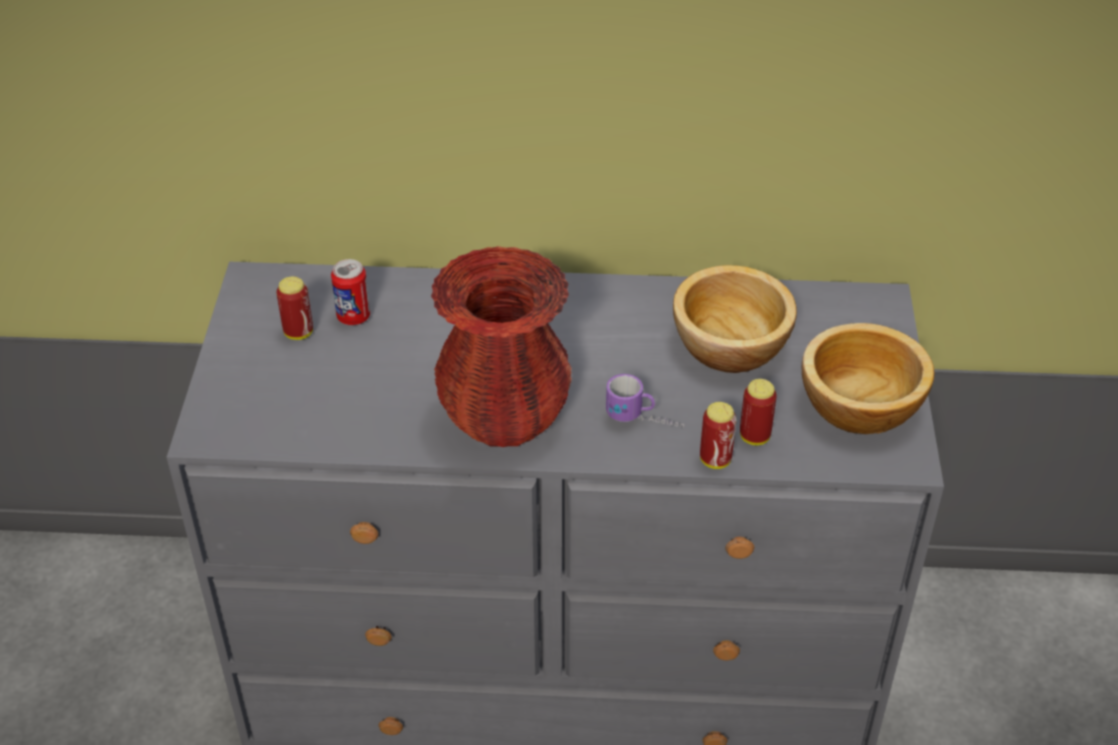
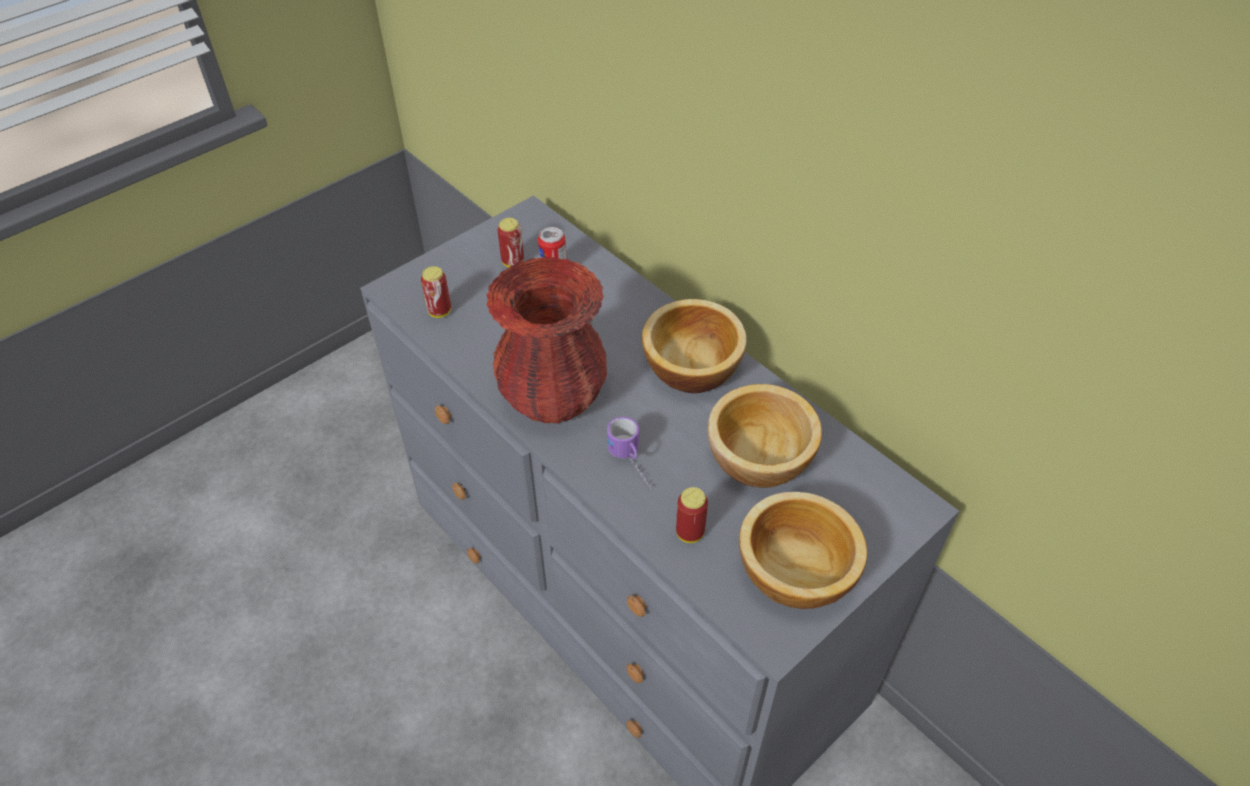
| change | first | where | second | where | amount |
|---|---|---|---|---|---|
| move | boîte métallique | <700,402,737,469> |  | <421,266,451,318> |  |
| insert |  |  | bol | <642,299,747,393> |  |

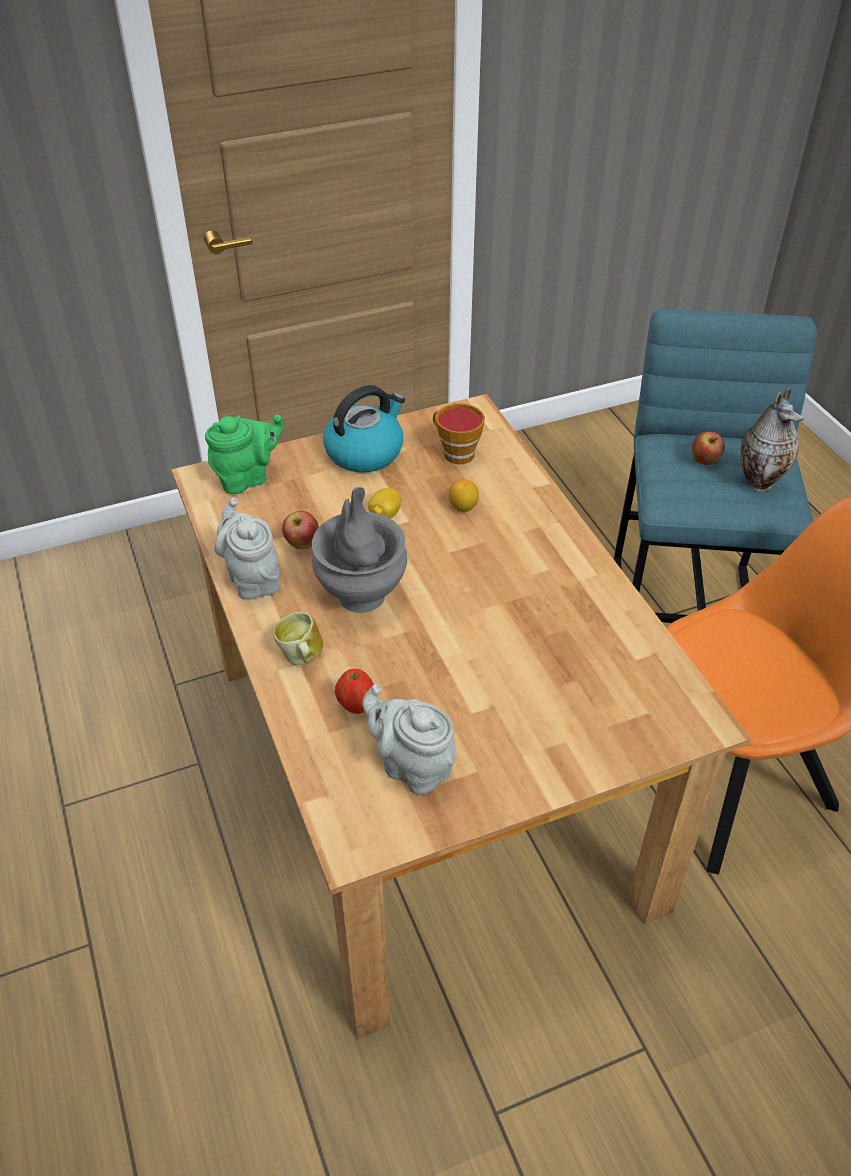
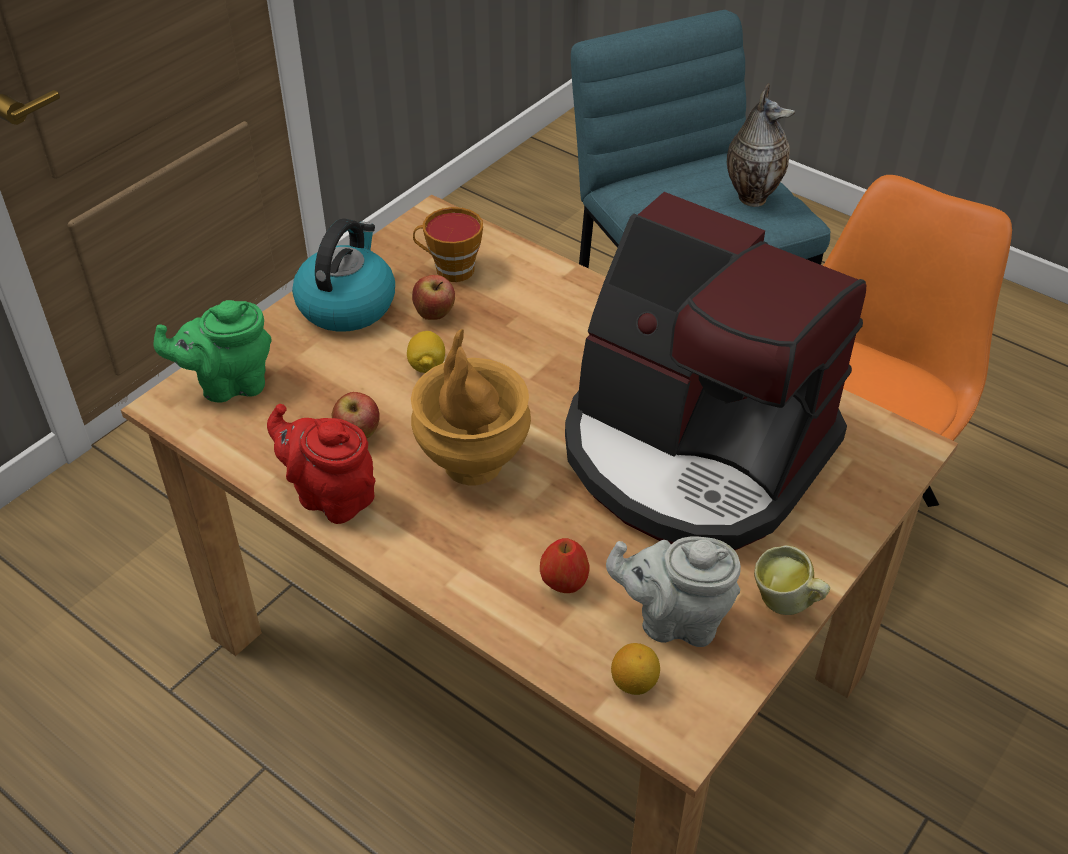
| change | first | where | second | where | amount |
|---|---|---|---|---|---|
| rotate | théière/vert | <205,415,284,494> |  | <154,300,271,403> | 135 degrees counterclockwise |
| recolor | théière/gris | <214,498,280,600> | théière/rouge | <267,404,376,524> |  |
| recolor | vase/gris | <312,487,407,613> | vase/marron | <411,329,531,485> |  |
| move | pomme | <692,432,725,465> |  | <412,275,455,320> |  |
| insert |  |  | machine à café | <565,192,866,550> |  |
| move | citron | <448,479,479,512> |  | <611,643,660,695> |  |
| move | mug | <273,612,323,665> |  | <754,545,830,615> |  |

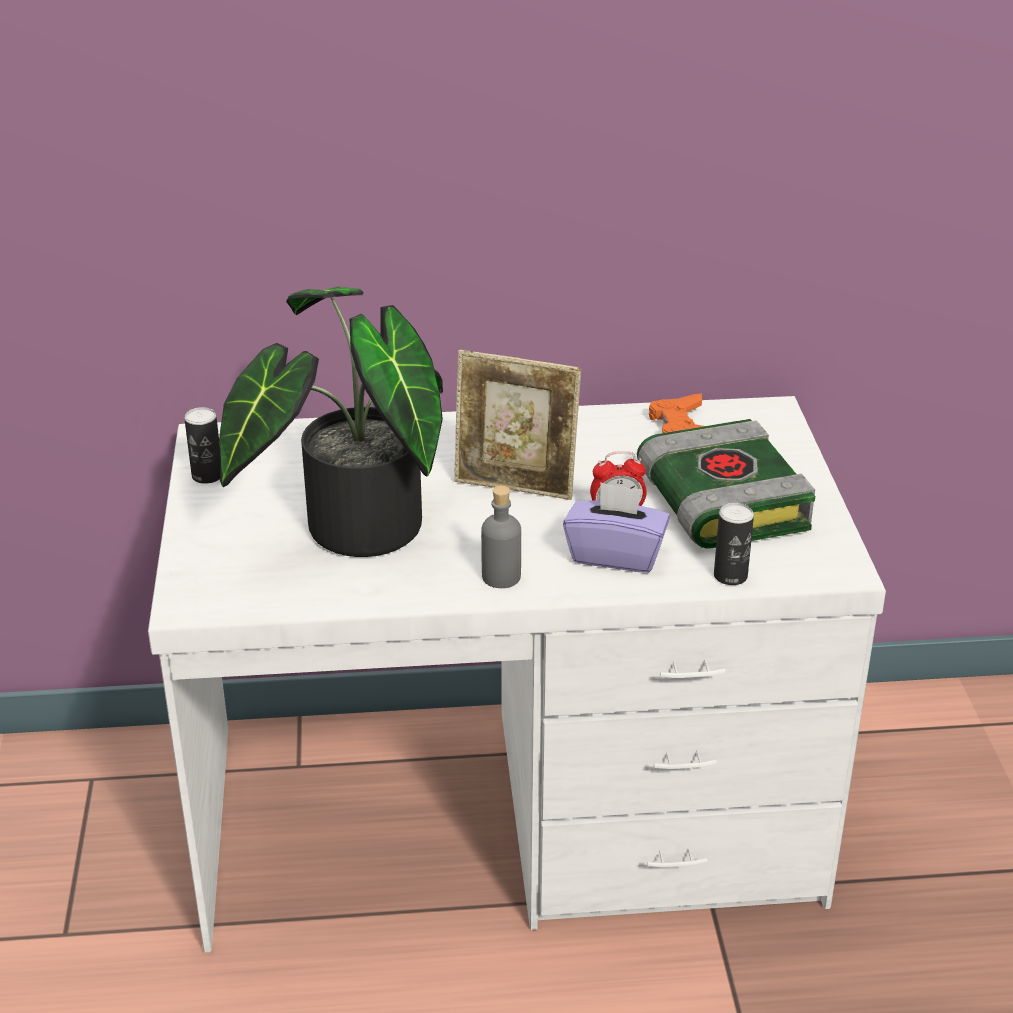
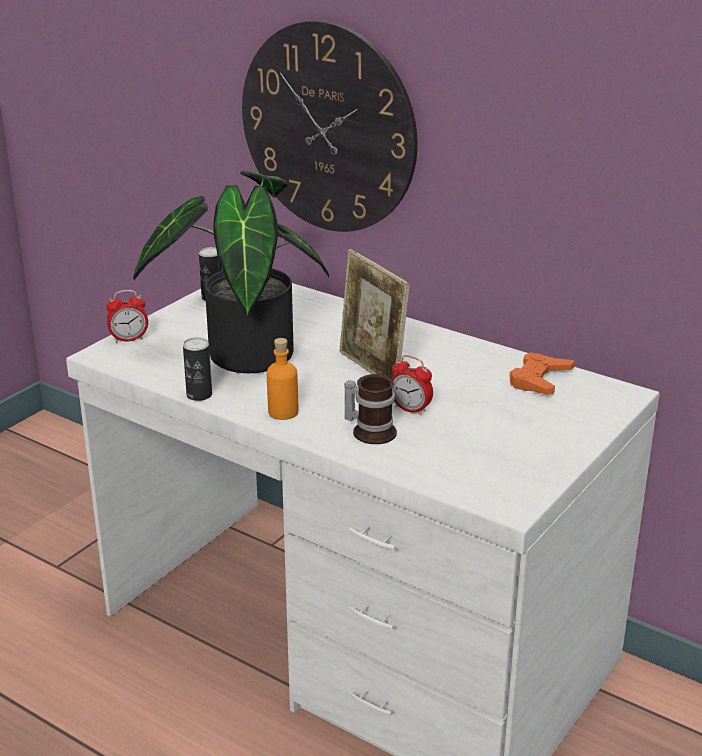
| change | first | where | second | where | amount |
|---|---|---|---|---|---|
| insert |  |  | réveil | <106,290,148,343> |  |
| move | boîte métallique | <714,503,754,585> |  | <183,337,212,401> |  |
| insert |  |  | horloge murale | <242,20,417,232> |  |
| recolor | bouteille/gris | <481,486,521,588> | bouteille/orange | <267,338,298,420> |  |
| replace | boîte à mouchoirs/violet | <563,482,670,573> | mug | <344,374,397,444> |  |
| delete | livre | <637,419,815,549> |  |  |  |

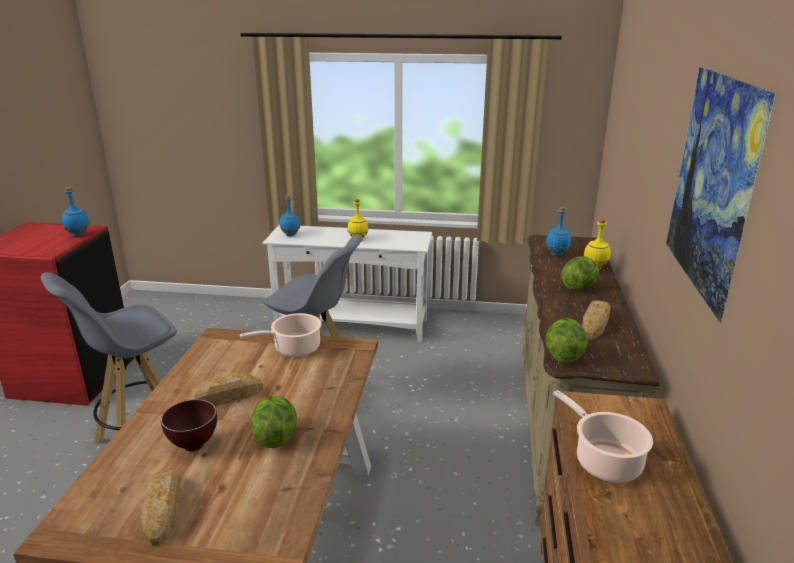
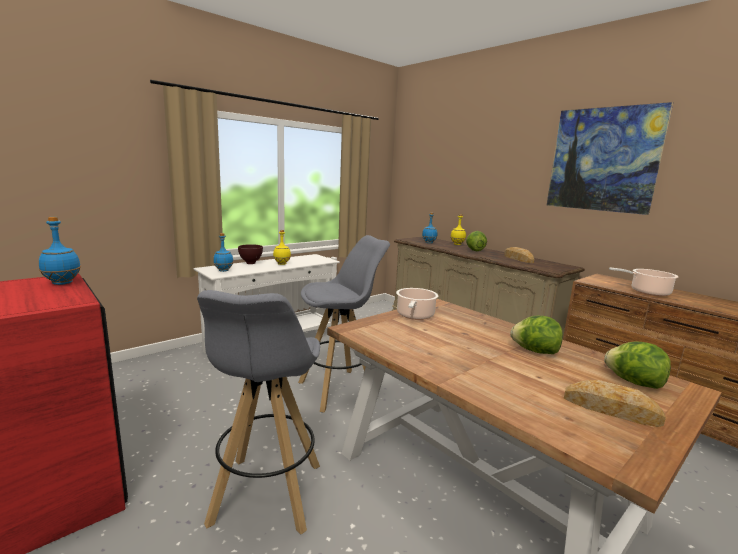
| change | first | where | second | where | amount |
|---|---|---|---|---|---|
| move | bol/marron | <161,399,217,451> |  | <238,244,263,264> |  |
| move | laitue | <545,318,588,364> |  | <604,341,671,389> |  |
| delete | pain | <188,373,263,406> |  |  |  |

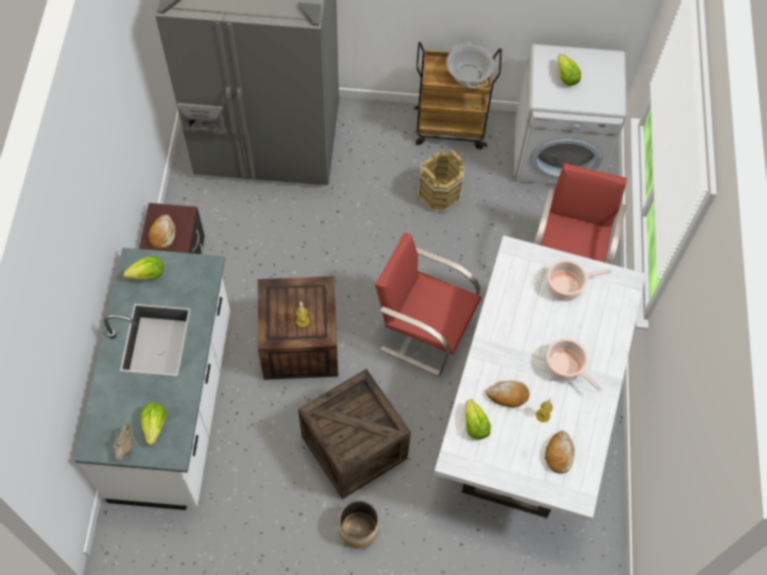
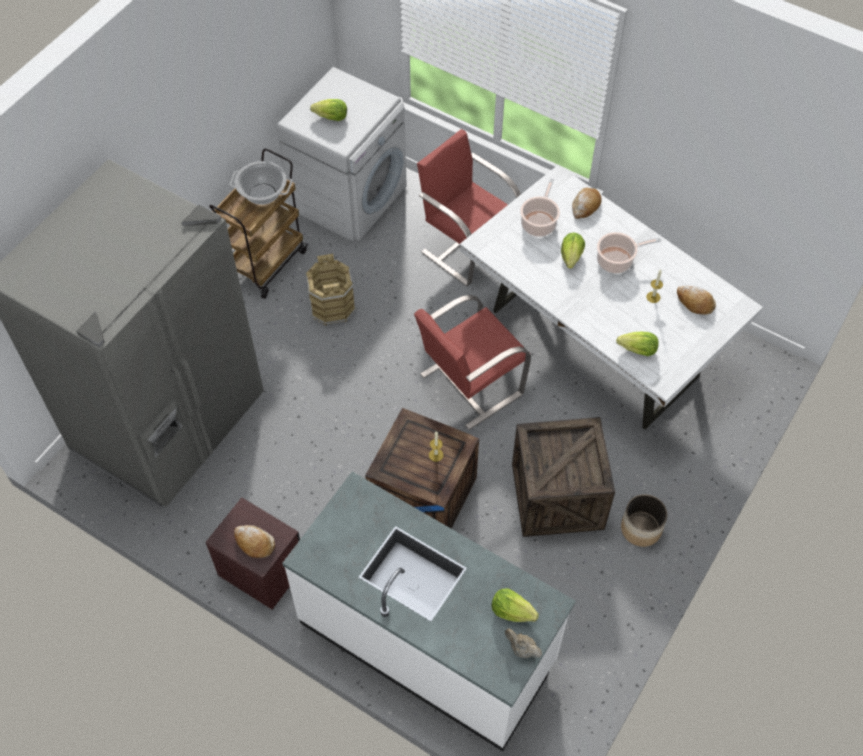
| change | first | where | second | where | amount |
|---|---|---|---|---|---|
| move | laitue | <123,256,164,280> |  | <561,233,585,269> |  |
| move | pain | <486,381,529,408> |  | <572,188,602,219> |  |

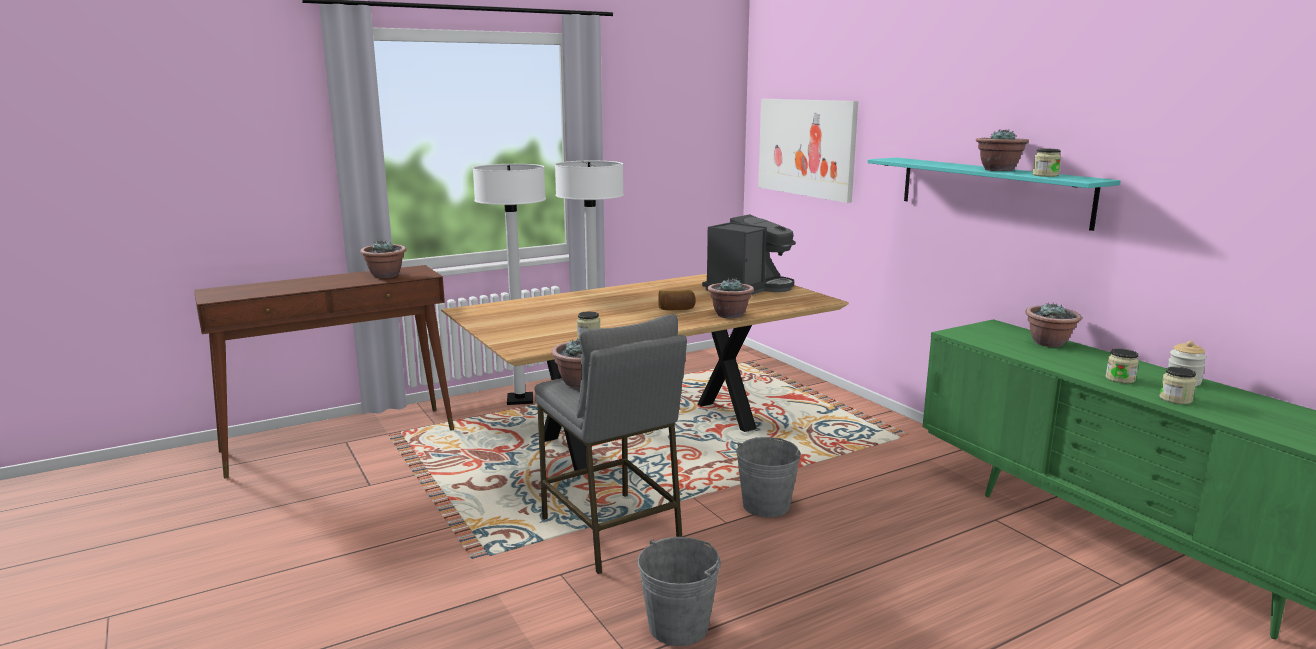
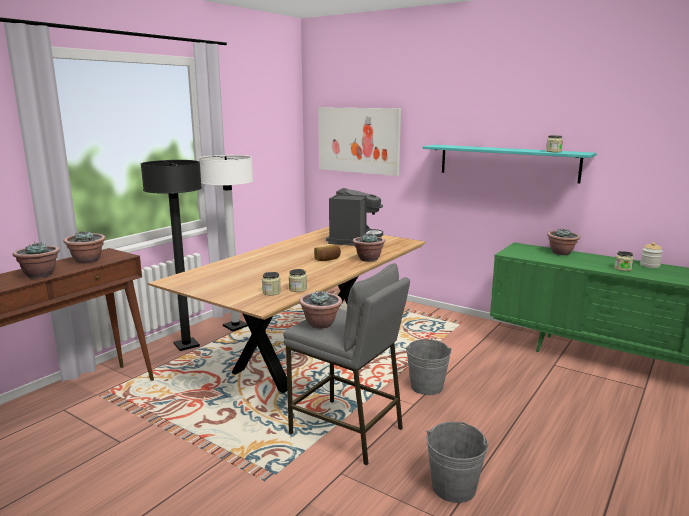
| change | first | where | second | where | amount |
|---|---|---|---|---|---|
| move | plante en pot | <976,129,1029,171> |  | <12,242,60,278> |  |
| recolor | lampadaire/blanc | <473,164,546,405> | lampadaire/noir | <141,160,202,351> |  |
| move | bocal | <1160,367,1197,404> |  | <262,272,281,296> |  |

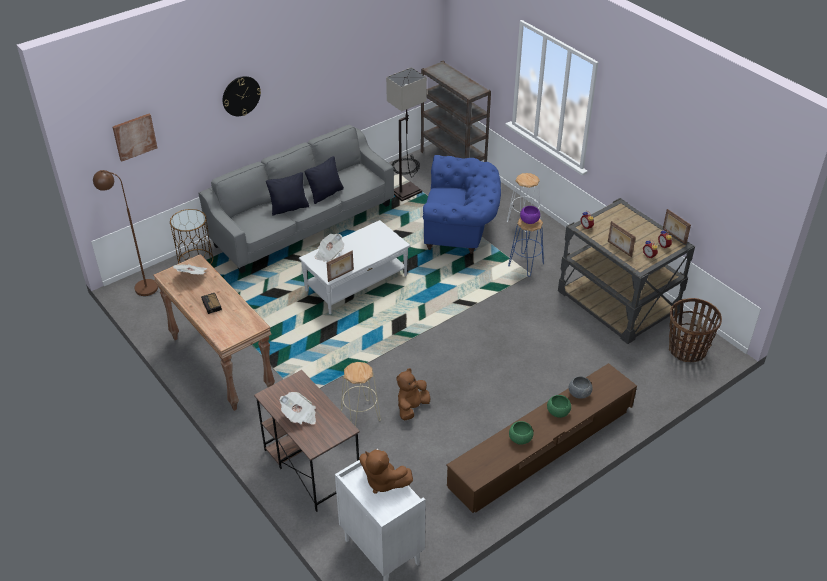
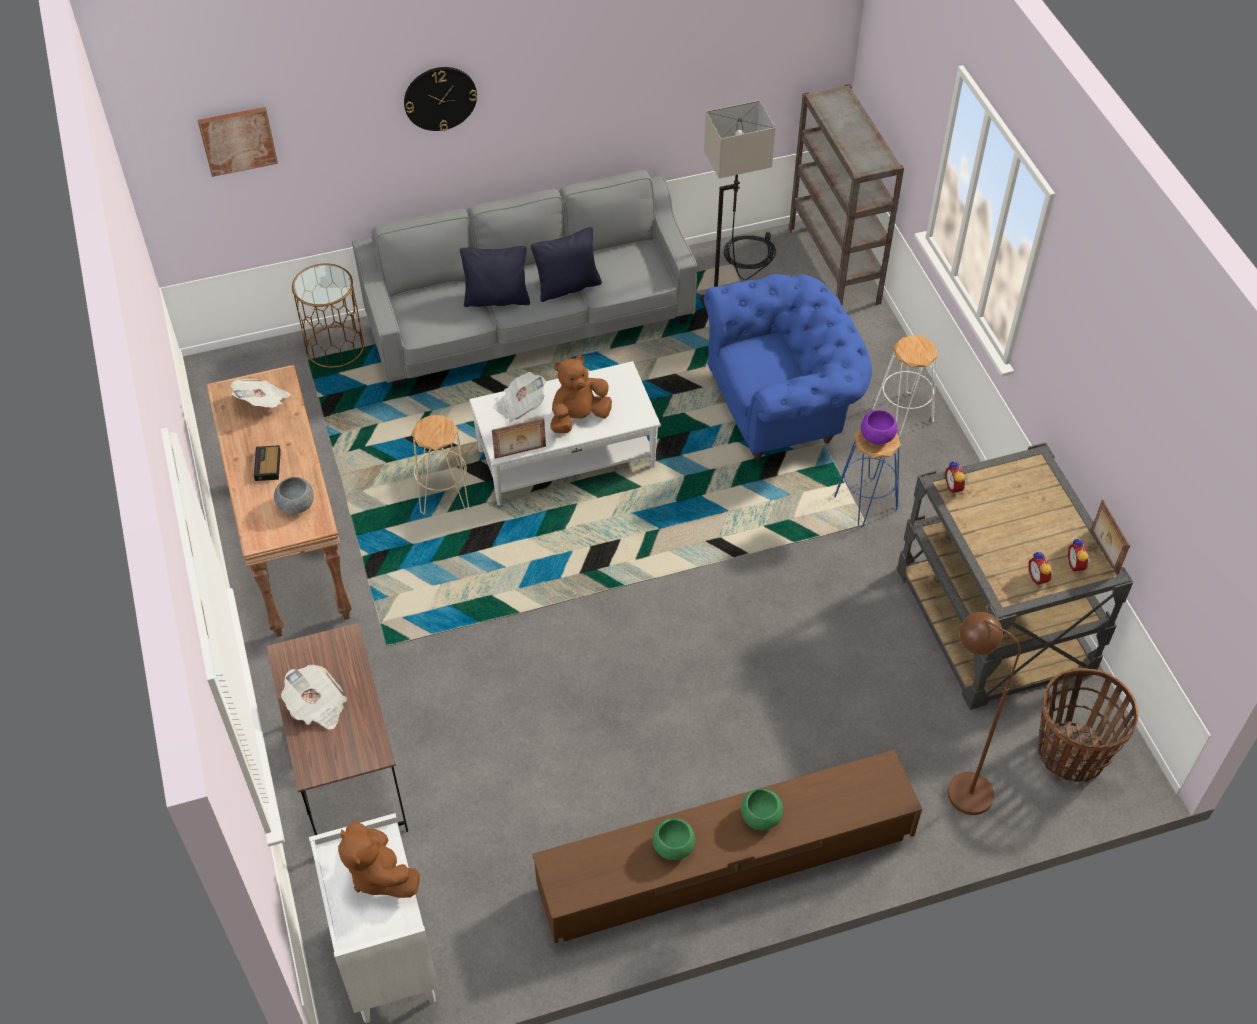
| change | first | where | second | where | amount |
|---|---|---|---|---|---|
| move | bol/gris | <569,376,592,398> |  | <274,477,314,514> |  |
| move | tabouret/beige | <341,362,381,427> |  | <411,415,469,514> |  |
| move | peluche/marron | <396,368,430,420> |  | <551,355,612,433> |  |
| rotate | fauteuil/bleu | <423,155,501,254> |  | <704,274,872,460> | 45 degrees counterclockwise |
| move | lampadaire/marron | <93,170,158,296> |  | <948,612,1021,815> |  |
| delete | cadre photo | <608,221,636,257> |  |  |  |

